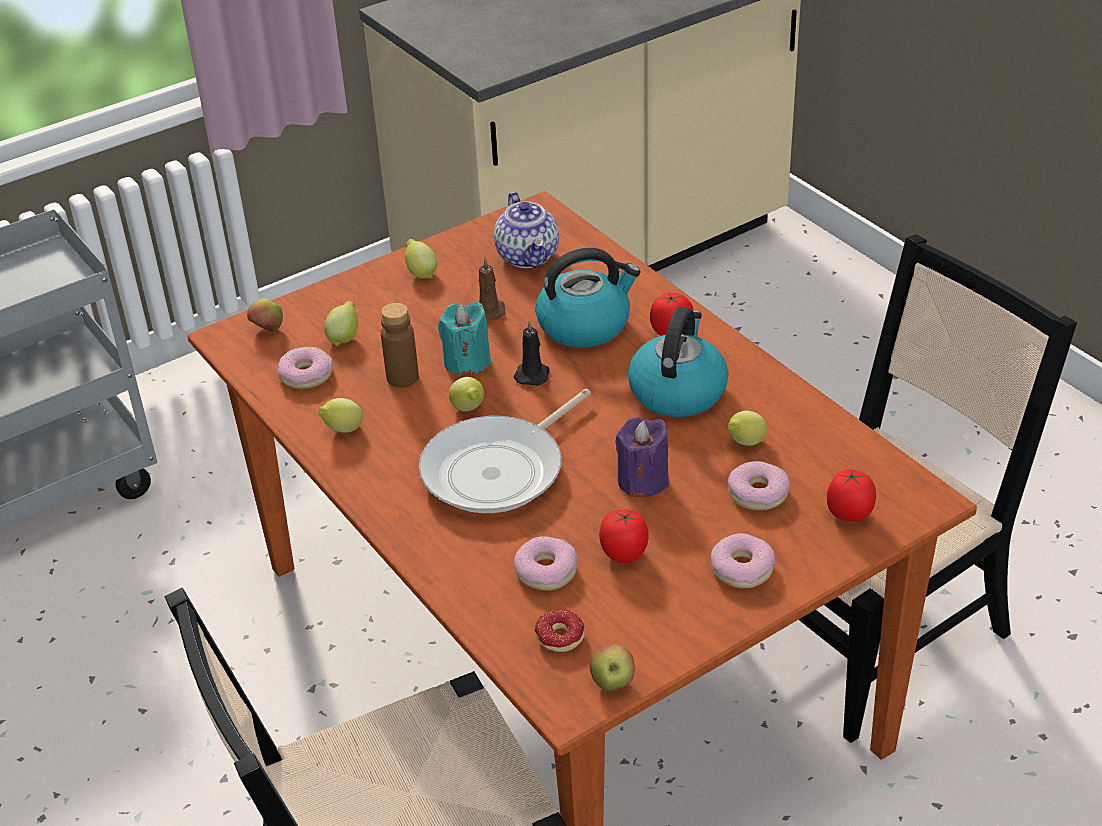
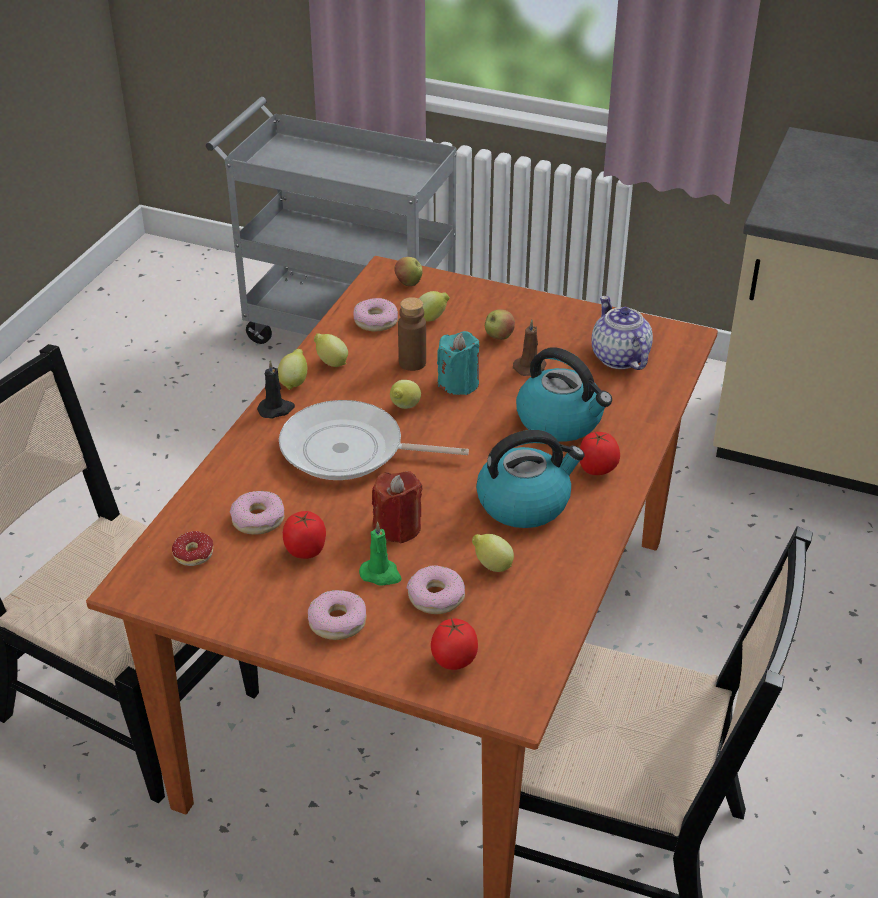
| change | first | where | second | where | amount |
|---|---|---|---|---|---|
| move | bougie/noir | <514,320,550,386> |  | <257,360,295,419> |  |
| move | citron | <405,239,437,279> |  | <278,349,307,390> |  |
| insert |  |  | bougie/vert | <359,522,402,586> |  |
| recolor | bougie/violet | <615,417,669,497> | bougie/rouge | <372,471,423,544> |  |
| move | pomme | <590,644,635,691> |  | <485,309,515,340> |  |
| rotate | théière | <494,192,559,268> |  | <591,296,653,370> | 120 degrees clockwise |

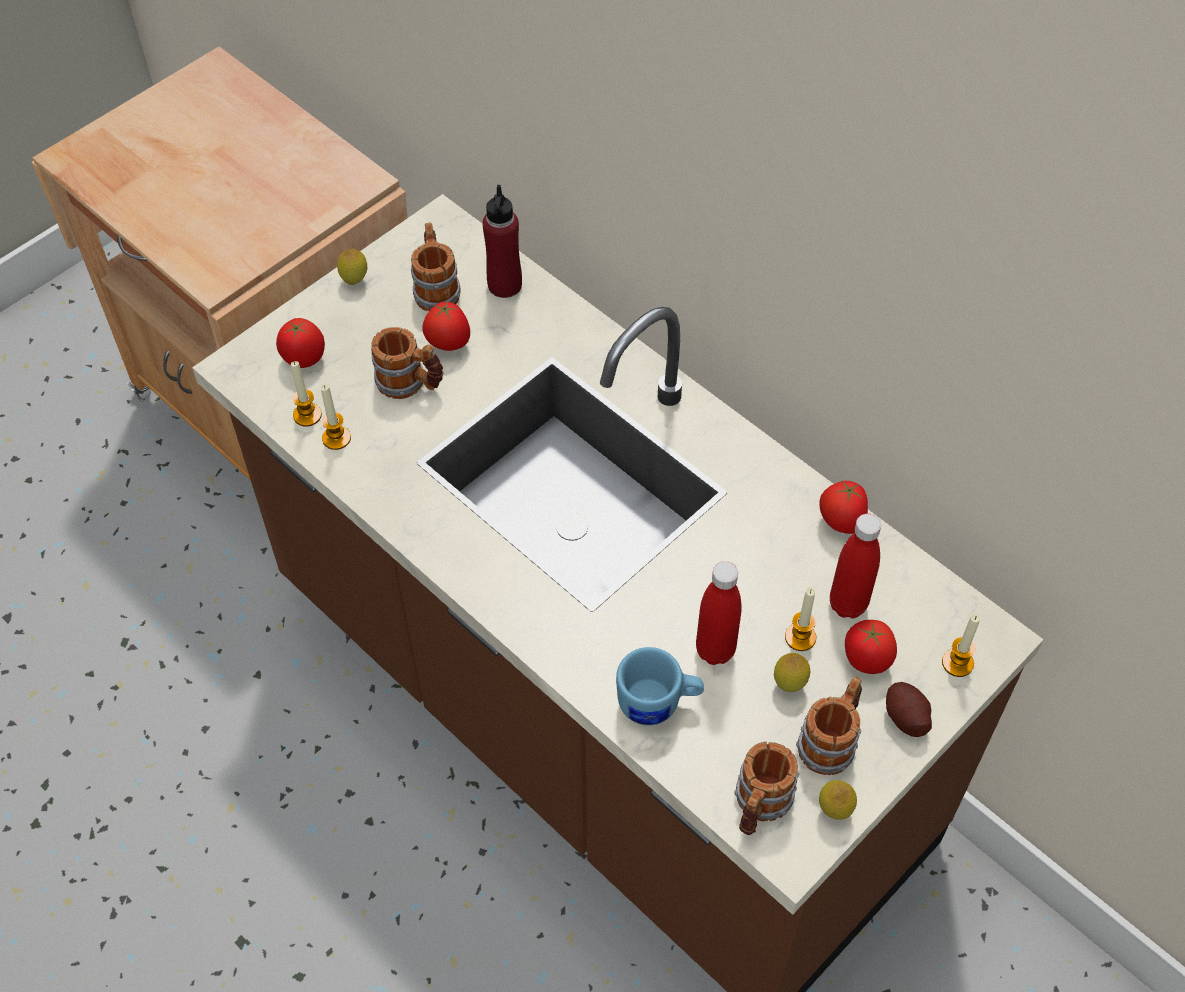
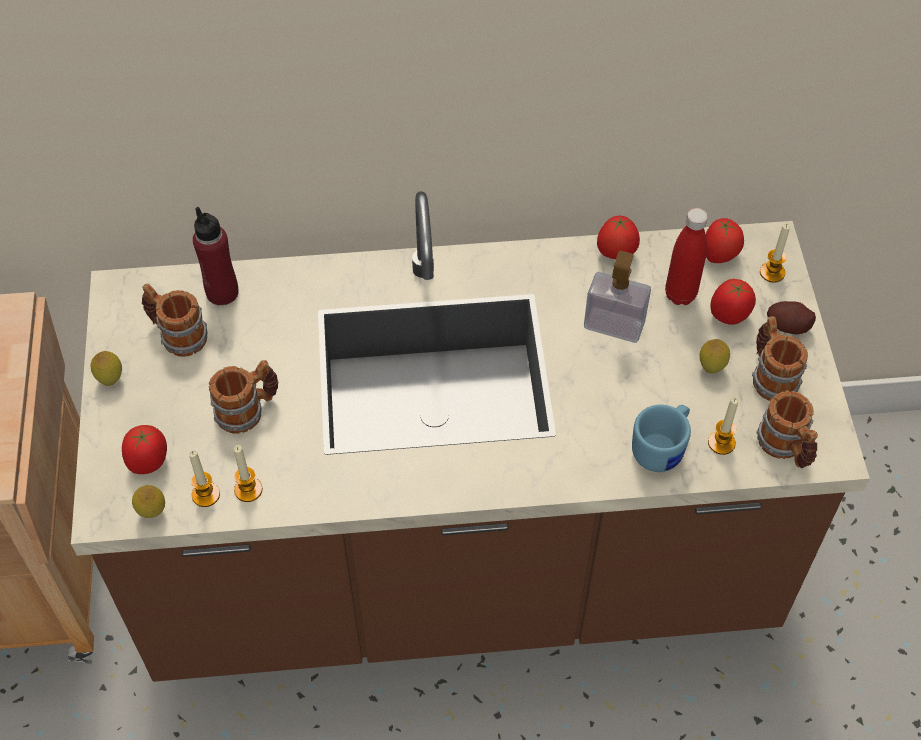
| change | first | where | second | where | amount |
|---|---|---|---|---|---|
| move | citron | <819,780,857,820> |  | <132,485,165,518> |  |
| insert |  |  | distributeur de savon | <584,251,651,343> |  |
| move | tomate | <422,302,470,351> |  | <706,218,744,263> |  |
| move | bougie | <785,587,816,651> |  | <708,397,738,455> |  |
| delete | bouteille/rouge | <696,561,742,665> |  |  |  |

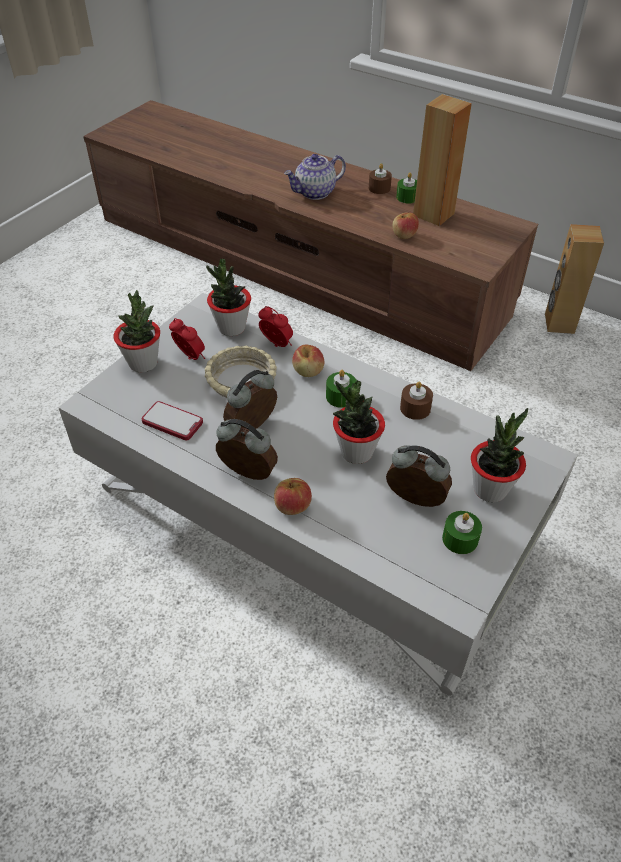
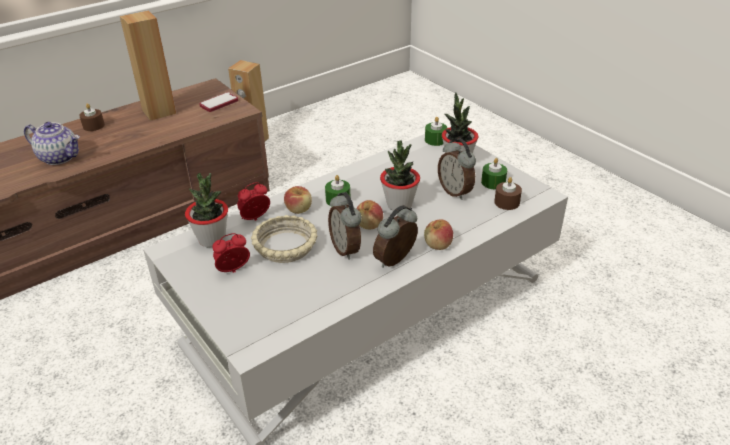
| change | first | where | second | where | amount |
|---|---|---|---|---|---|
| rotate | théière | <284,154,346,200> |  | <24,122,80,165> | 60 degrees counterclockwise |
| move | téléphone | <142,401,203,441> |  | <199,92,238,112> |  |
| move | pomme | <392,213,419,239> |  | <356,200,383,229> |  |
| move | bougie/vert | <396,172,417,204> |  | <425,117,447,146> |  |
| rotate | réveil | <386,445,452,507> |  | <438,138,476,200> | 75 degrees counterclockwise |
| move | bougie/marron | <400,381,433,420> |  | <494,177,522,210> |  |
| delete | plante en pot | <113,290,160,373> |  |  |  |

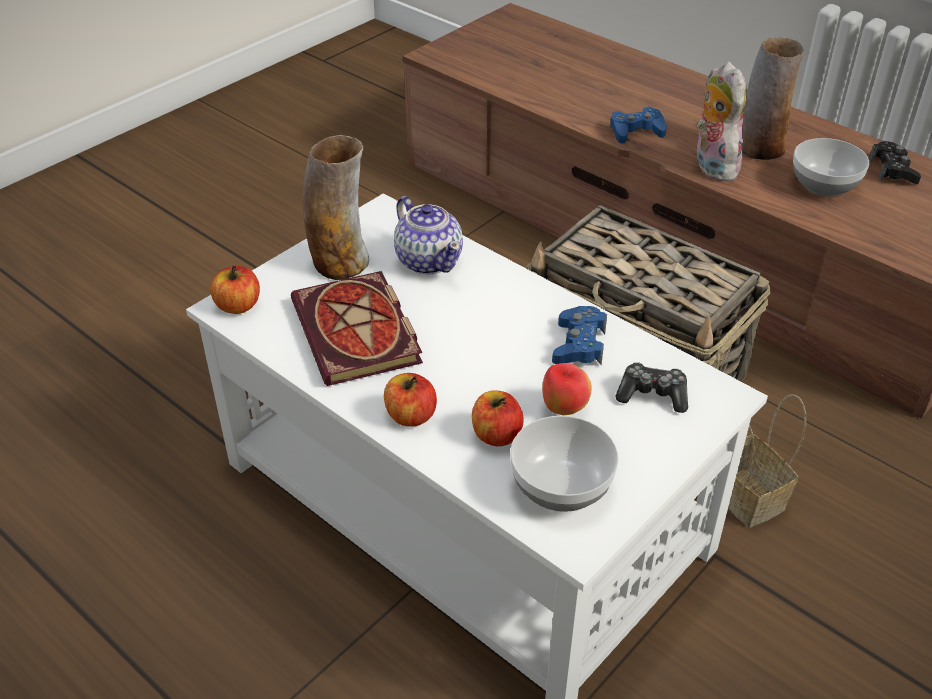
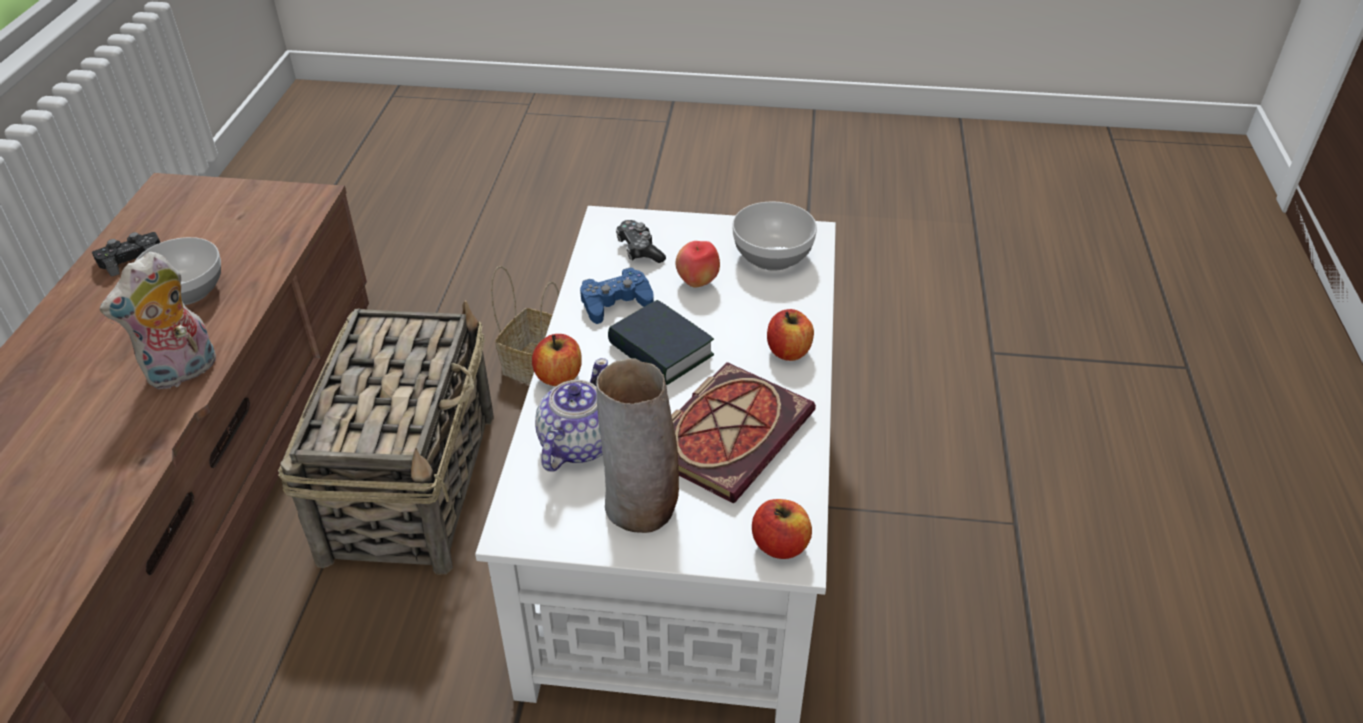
| change | first | where | second | where | amount |
|---|---|---|---|---|---|
| move | pomme | <472,390,524,446> |  | <532,334,582,386> |  |
| insert |  |  | livre | <608,300,714,385> |  |
| delete | manette/bleu | <610,107,667,144> |  |  |  |
| delete | vase | <742,37,805,160> |  |  |  |

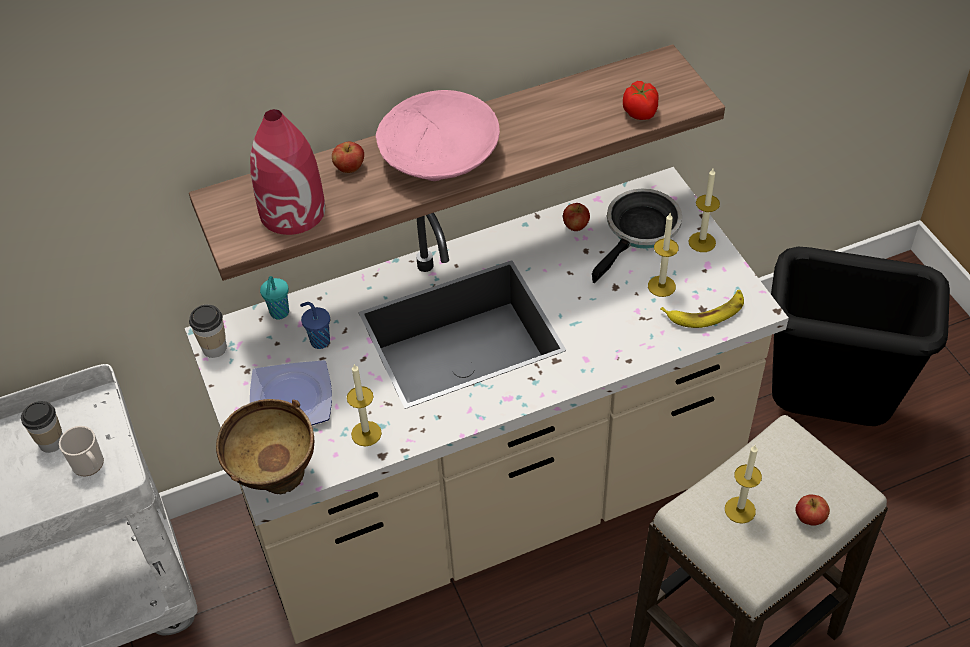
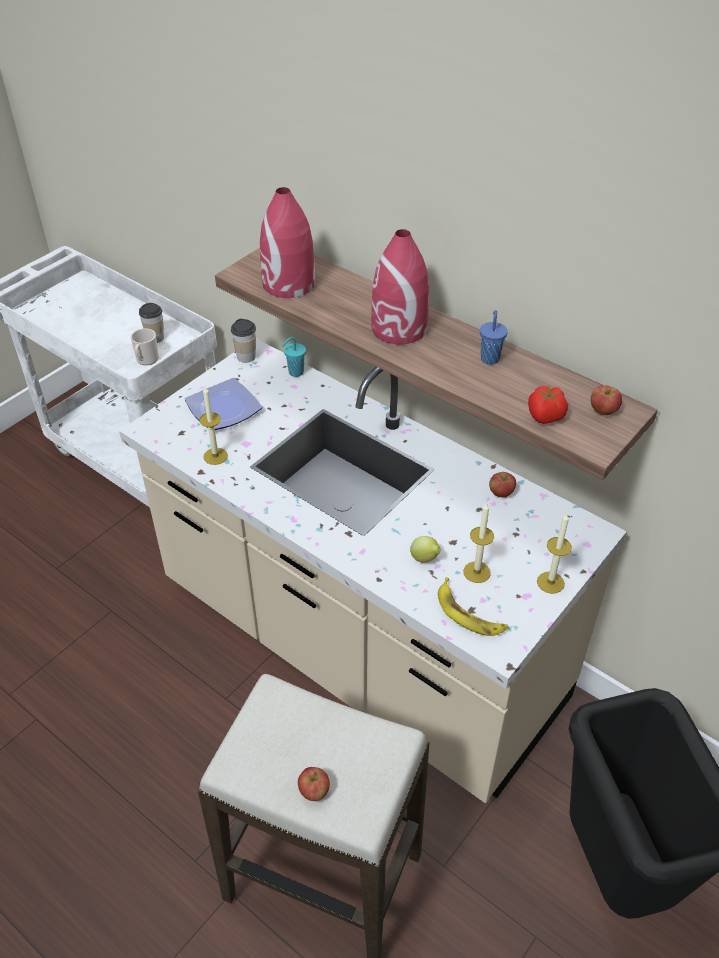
| change | first | where | second | where | amount |
|---|---|---|---|---|---|
| replace | bol/rose | <376,90,500,181> | vase/rouge | <371,229,429,344> |  |
| insert |  |  | citron | <410,536,440,562> |  |
| move | tasse/bleu | <300,302,330,349> |  | <480,310,508,365> |  |
| move | pomme | <332,142,364,173> |  | <591,386,622,415> |  |
| delete | bol/marron | <216,399,314,494> |  |  |  |
| delete | poêle | <592,189,682,283> |  |  |  |
| delete | bougie | <725,445,762,524> |  |  |  |

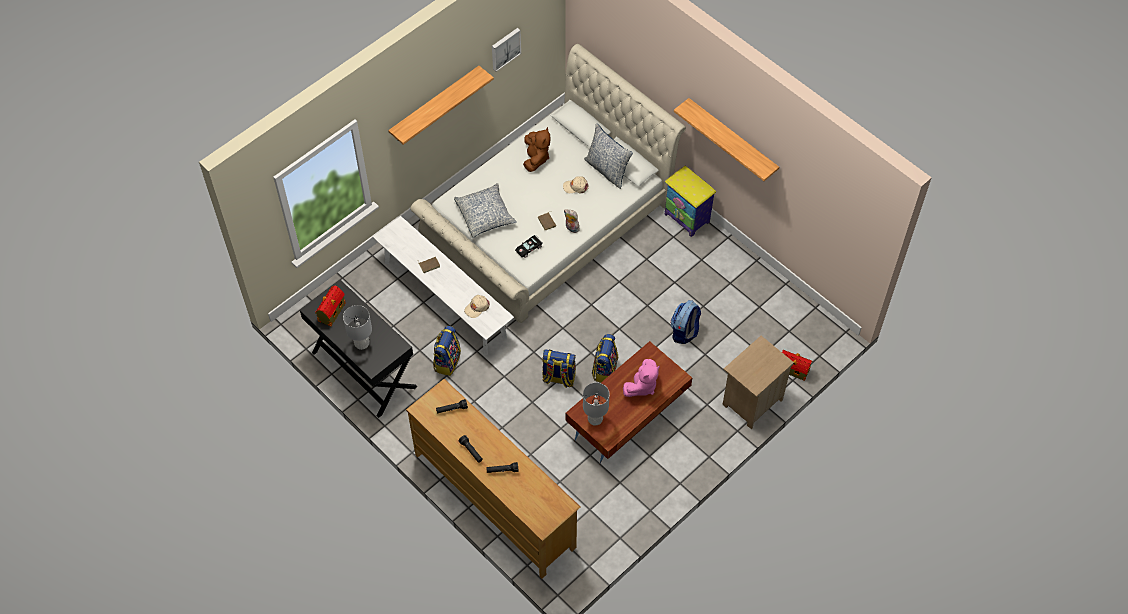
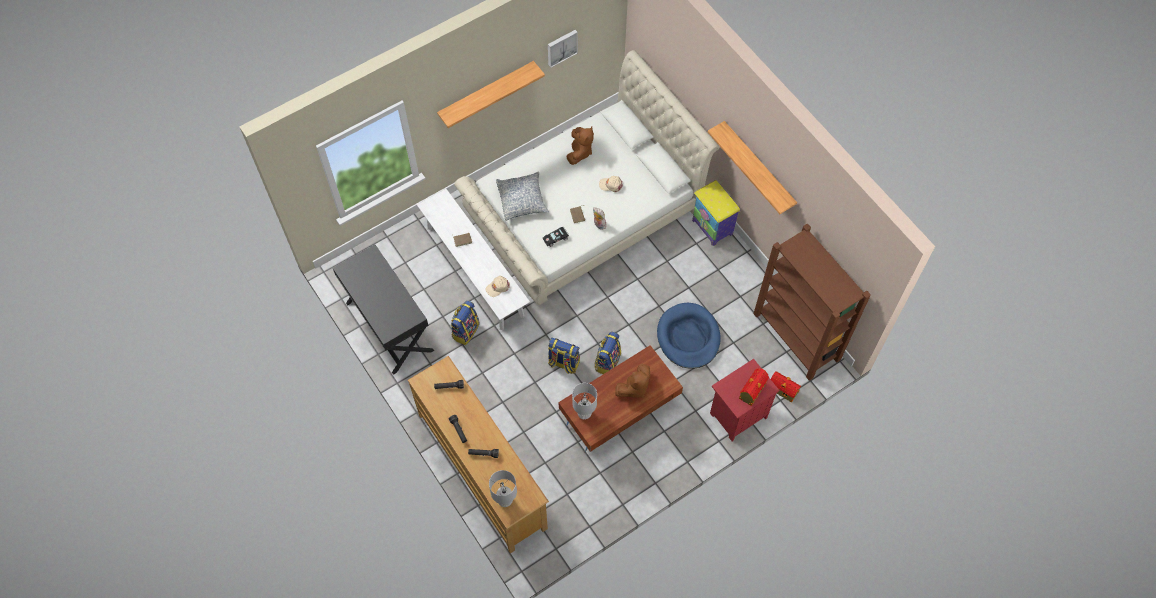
| change | first | where | second | where | amount |
|---|---|---|---|---|---|
| move | lampe de table/gris | <343,305,372,350> |  | <489,470,517,507> |  |
| recolor | peluche/rose | <623,359,660,397> | peluche/marron | <615,364,650,398> |  |
| replace | sac à dos | <671,300,701,344> | panier pour chien/bleu | <657,303,720,369> |  |
| recolor | table de chevet/beige | <722,336,794,429> | table de chevet/rouge | <710,359,780,441> |  |
| move | maison miniature | <315,286,346,326> |  | <739,368,769,406> |  |
| insert |  |  | bibliothèque/marron | <754,224,871,381> |  |
| delete | coussin | <584,123,633,189> |  |  |  |

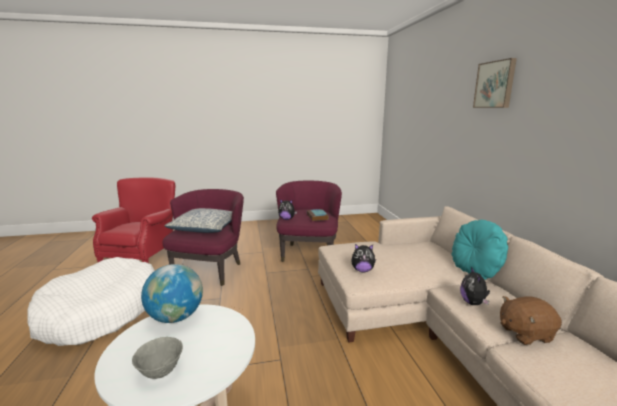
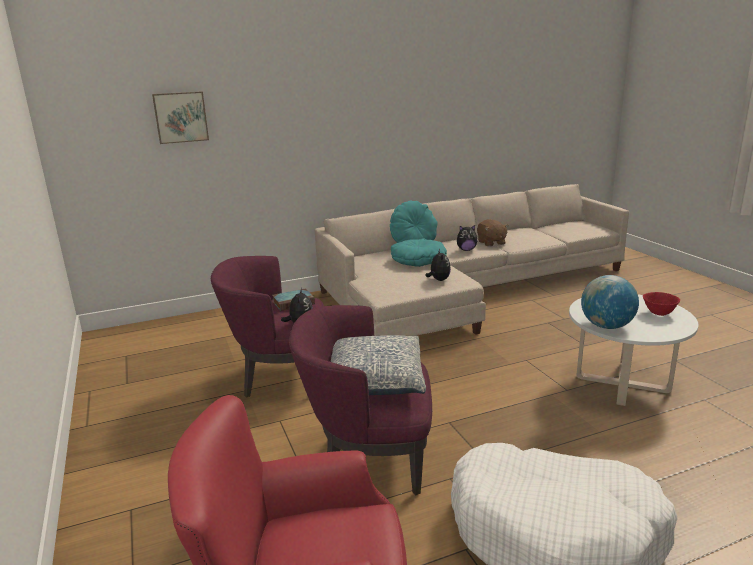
| change | first | where | second | where | amount |
|---|---|---|---|---|---|
| move | tableau | <473,58,517,108> |  | <152,91,209,144> |  |
| insert |  |  | coussin/turquoise | <391,238,447,267> |  |
| recolor | bol/gris | <132,337,183,379> | bol/rouge | <643,292,680,316> |  |

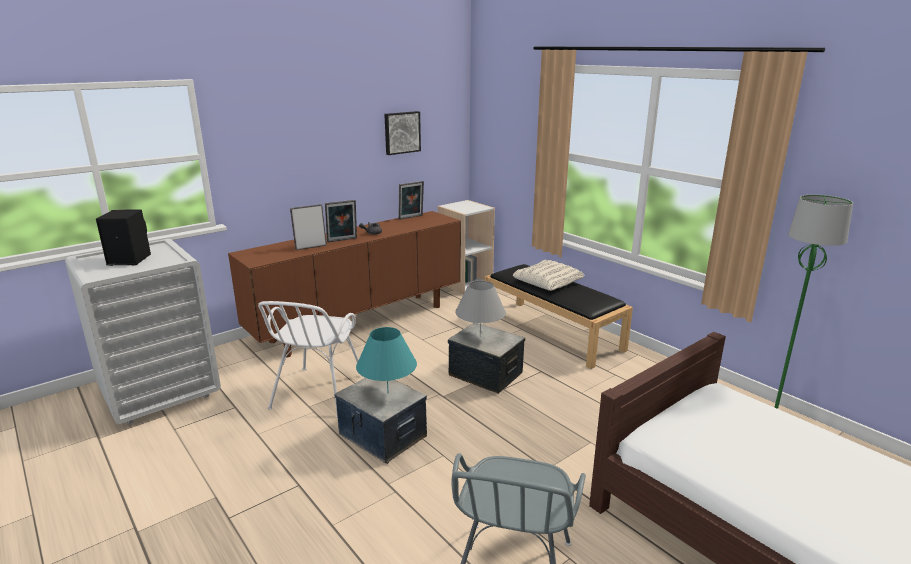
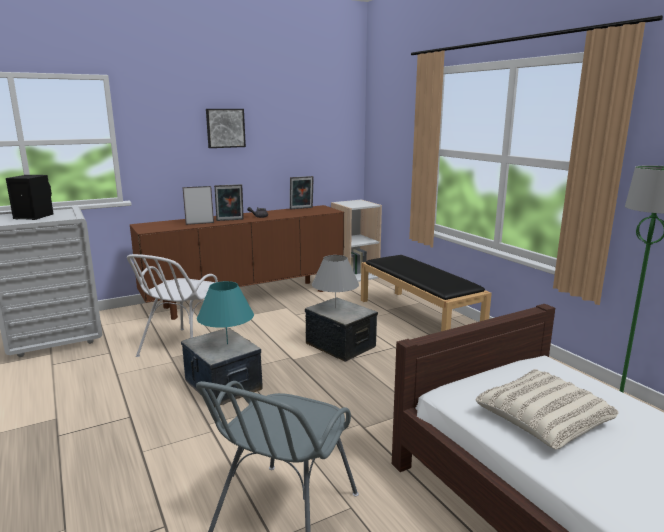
| change | first | where | second | where | amount |
|---|---|---|---|---|---|
| move | tableau | <384,111,421,155> |  | <206,109,246,148> |  |
| move | coussin/beige | <513,260,584,291> |  | <476,369,619,450> |  |

